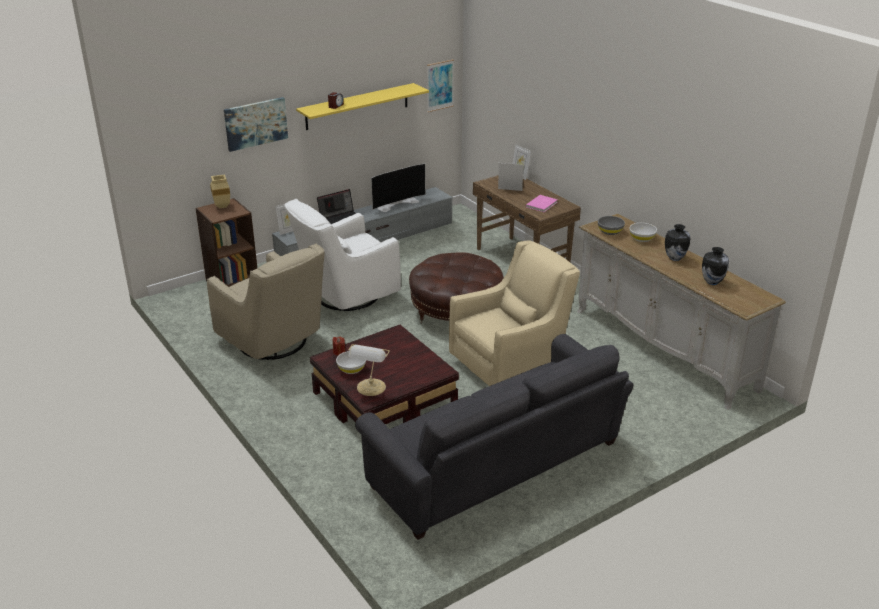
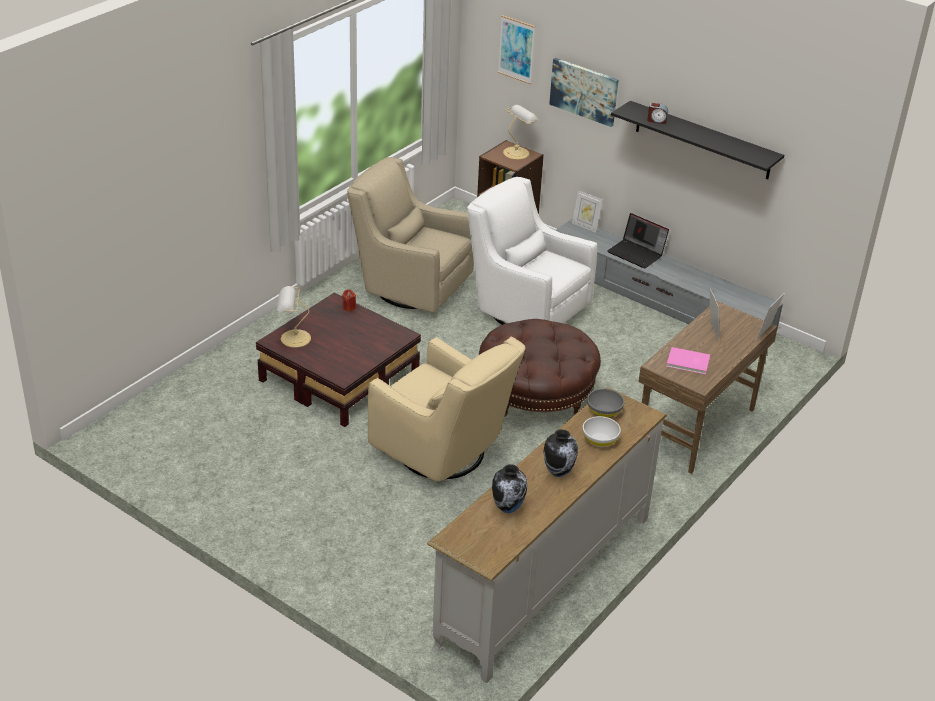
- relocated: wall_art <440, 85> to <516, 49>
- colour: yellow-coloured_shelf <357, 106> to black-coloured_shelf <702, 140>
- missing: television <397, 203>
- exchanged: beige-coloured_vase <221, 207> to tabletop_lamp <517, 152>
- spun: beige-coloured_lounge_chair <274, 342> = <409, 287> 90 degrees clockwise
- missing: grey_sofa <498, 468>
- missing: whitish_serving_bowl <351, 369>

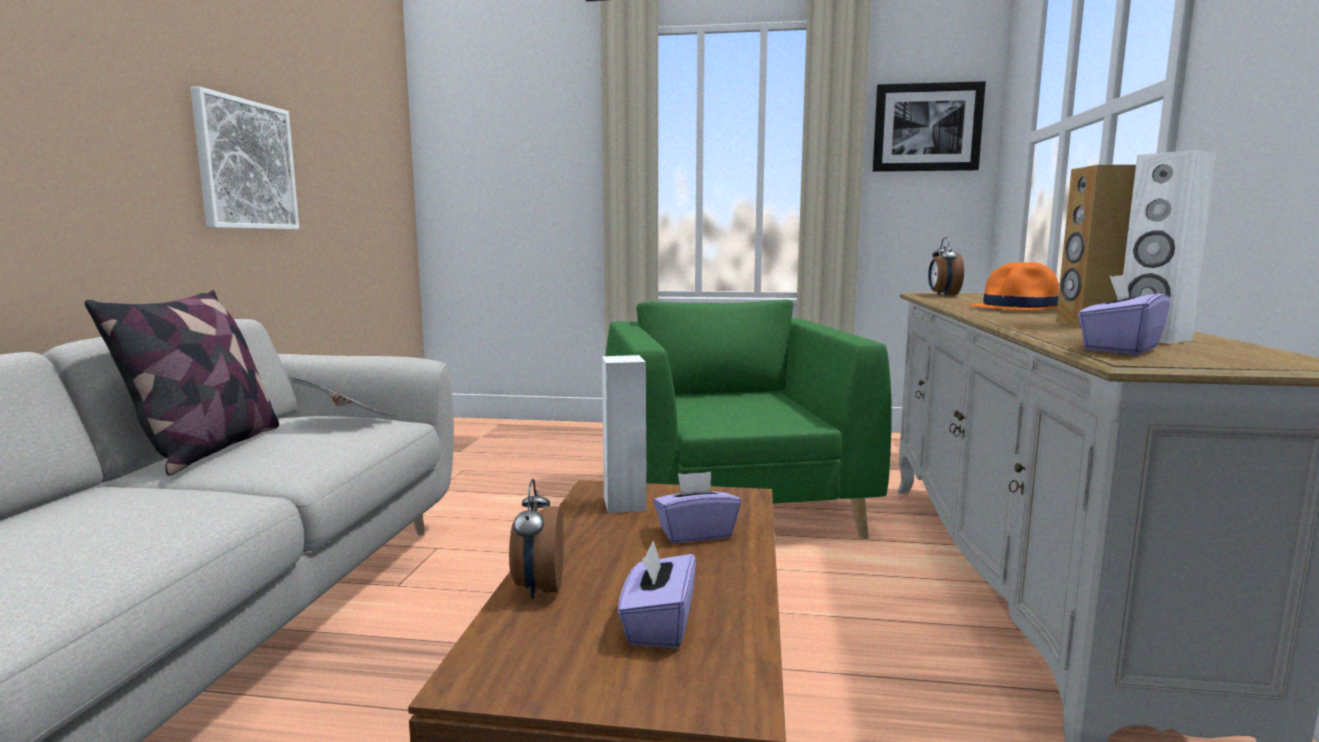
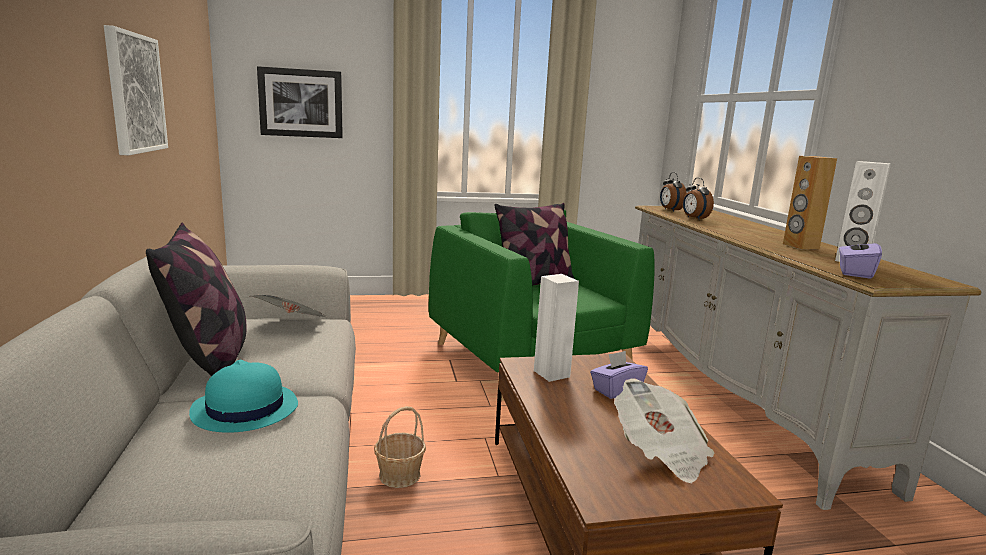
- relocated: wall_art <927, 127> to <301, 103>
- missing: orangey_wearable_hat <1020, 308>
- relocated: bedside_clock <538, 588> to <694, 218>
- exchanged: purple-coloured_box_of_tissues <658, 625> to daily_paper <660, 452>
- appeared: throw_pillow <534, 283>
- appeared: turquoise-coloured_wearable_hat <244, 409>
- appeared: storage_basket <399, 475>

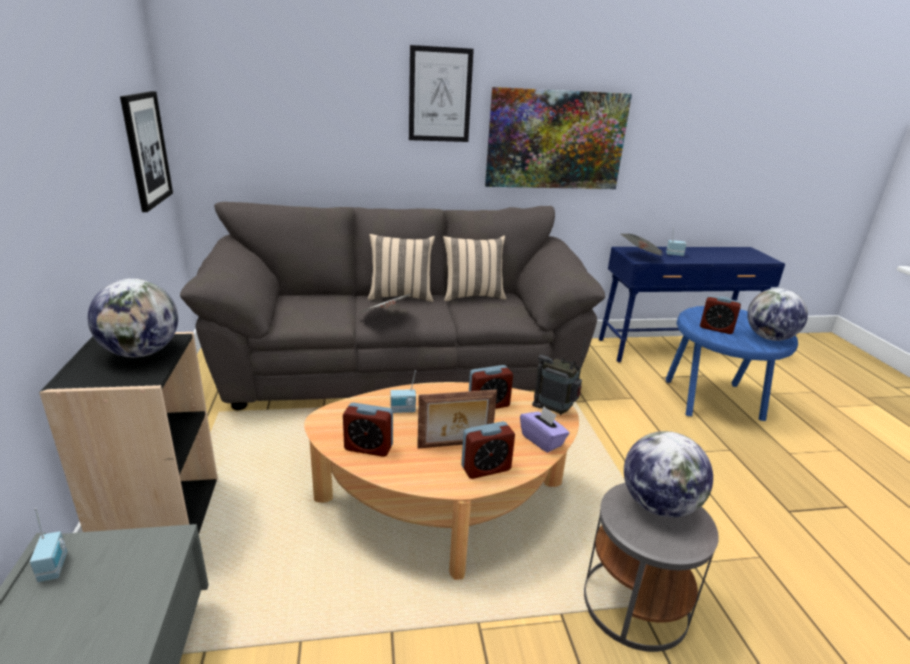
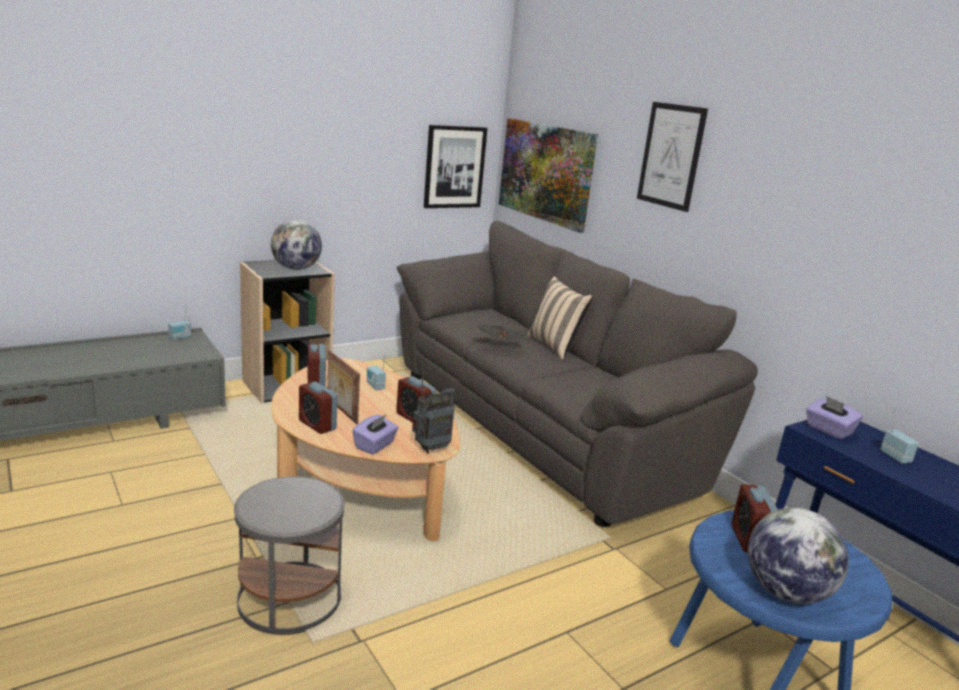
- relocated: wall_art <556, 140> to <545, 172>
- exchanged: daily_paper <641, 257> to purple-coloured_box_of_tissues <828, 430>
- missing: beige-coloured_throw_pillow <472, 296>
- spun: radio <554, 410> = <432, 449> 45 degrees clockwise
- missing: desk_globe <658, 505>

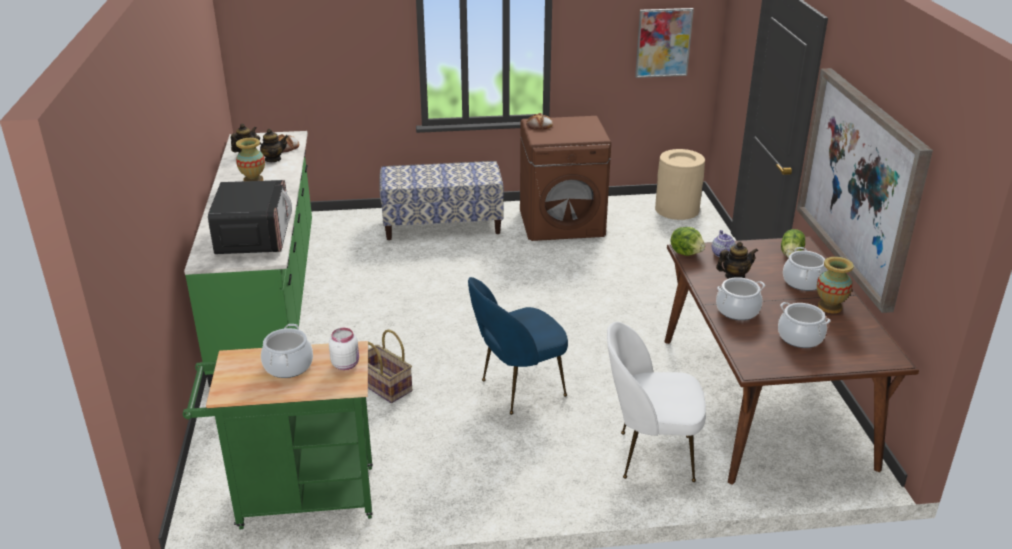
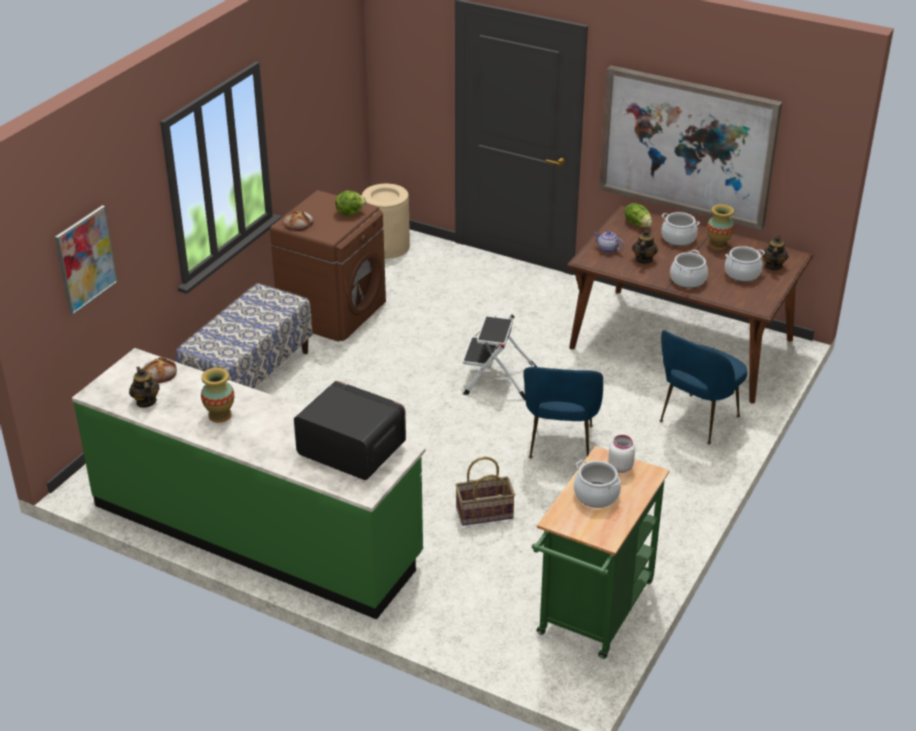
- relocated: wall_art <663, 42> to <85, 259>
- relocated: pot_for_tea <272, 159> to <773, 266>
- relocated: lettuce_head <686, 253> to <350, 212>
- colour: whitish_chair <648, 456> to bluish_chair <695, 422>
- appeared: step_ladder <499, 379>

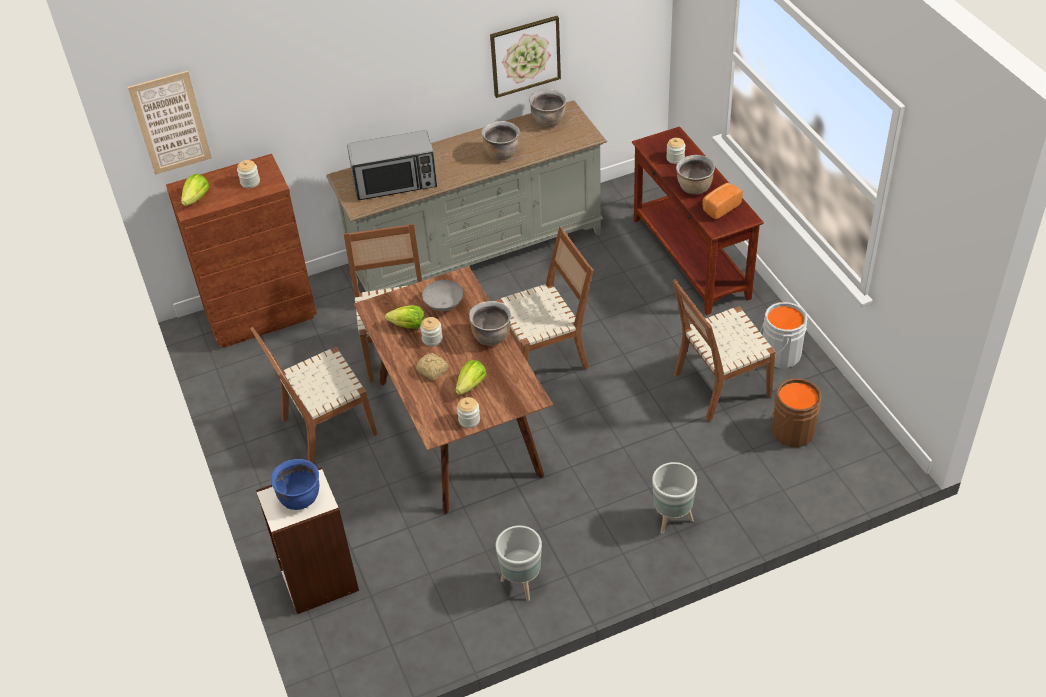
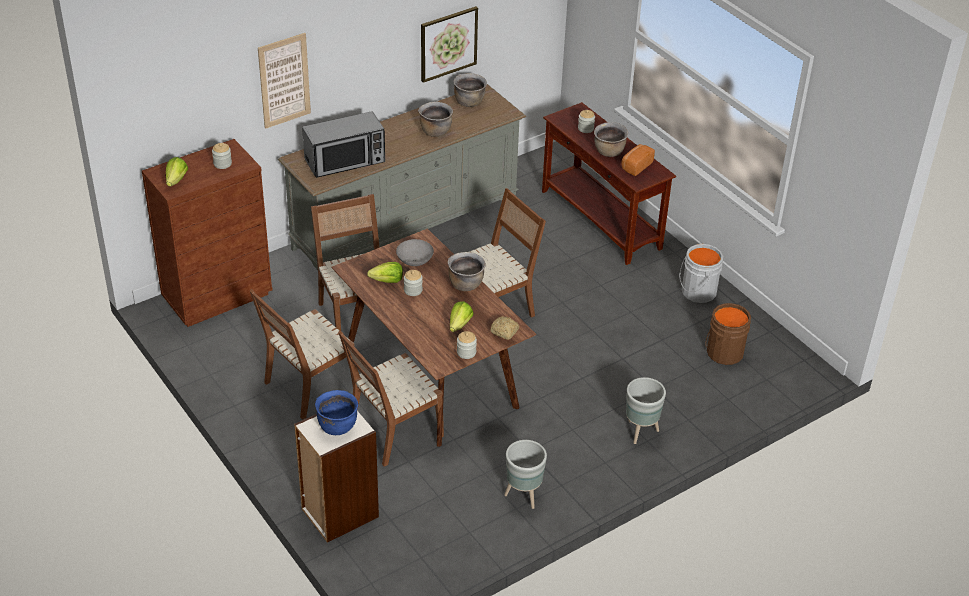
- relocated: wall_art <170, 123> to <284, 80>
- relocated: chair <718, 387> to <392, 433>
- relocated: bread <433, 370> to <505, 332>

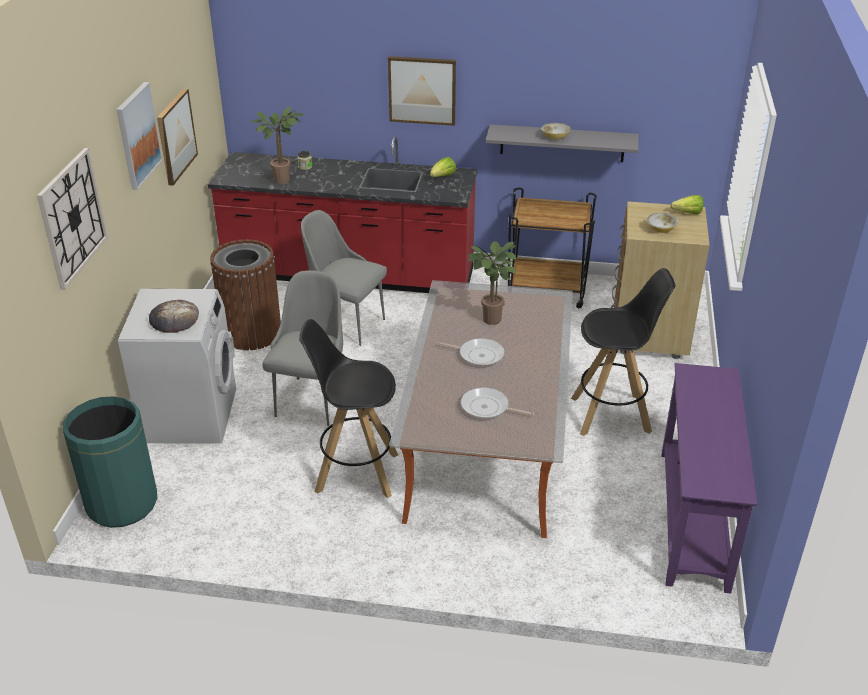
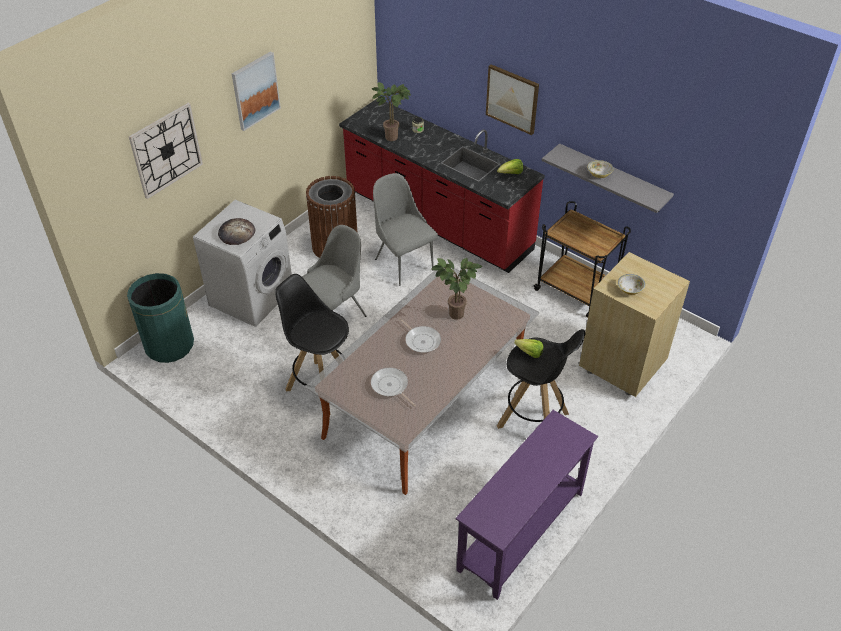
- missing: wall_art <175, 136>
- relocated: lettuce_head <685, 213> to <527, 352>

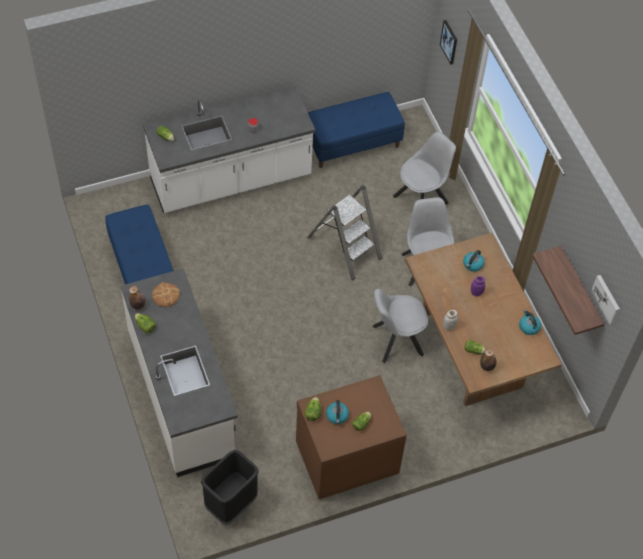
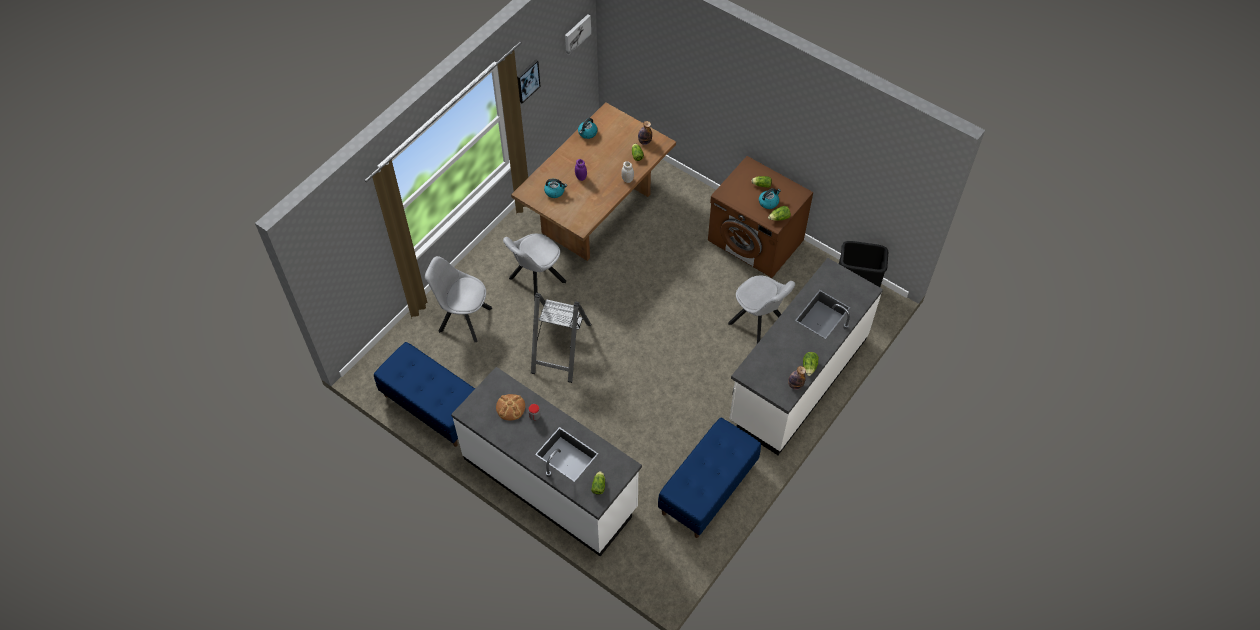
- relocated: wall_art <449, 42> to <527, 80>
- missing: shelf <580, 290>
- relocated: bread <166, 295> to <510, 407>
- relocated: grey_chair <396, 340> to <758, 323>

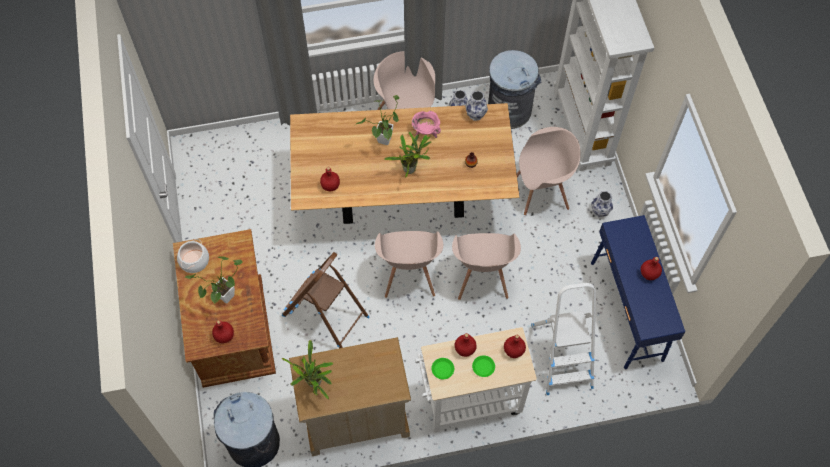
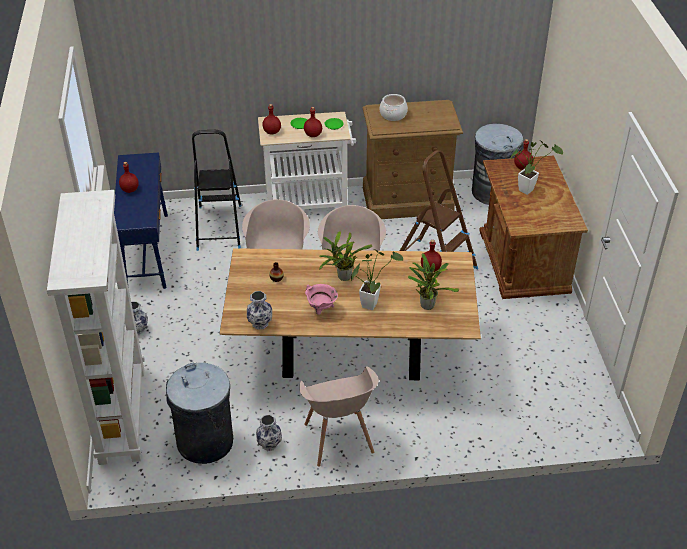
- missing: beige-coloured_chair <542, 192>
- relocated: cooking_pot <194, 261> to <393, 114>
- colour: whitish_step_ladder <562, 356> to black-coloured_step_ladder <219, 226>
- relocated: potted_plant <314, 383> to <427, 304>

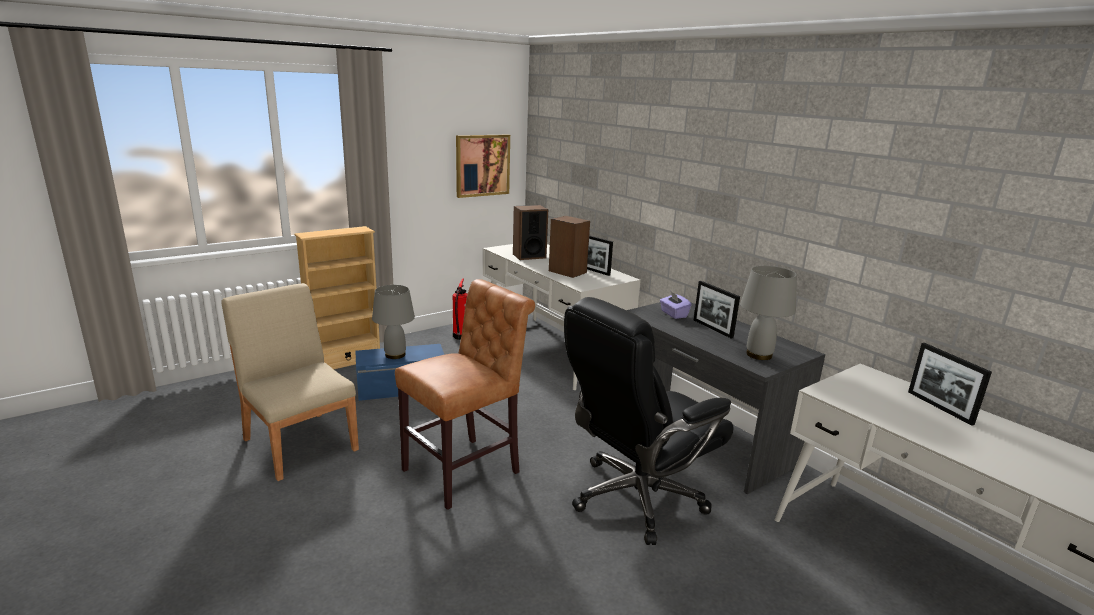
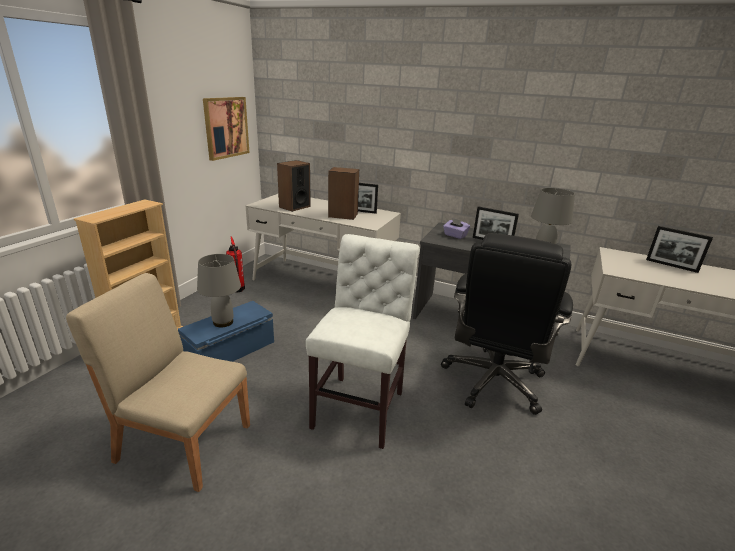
- colour: brownish_chair <466, 469> to whitish_chair <361, 406>

